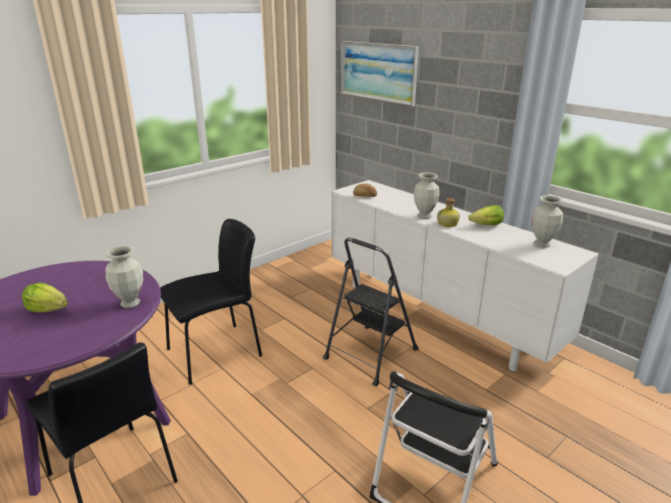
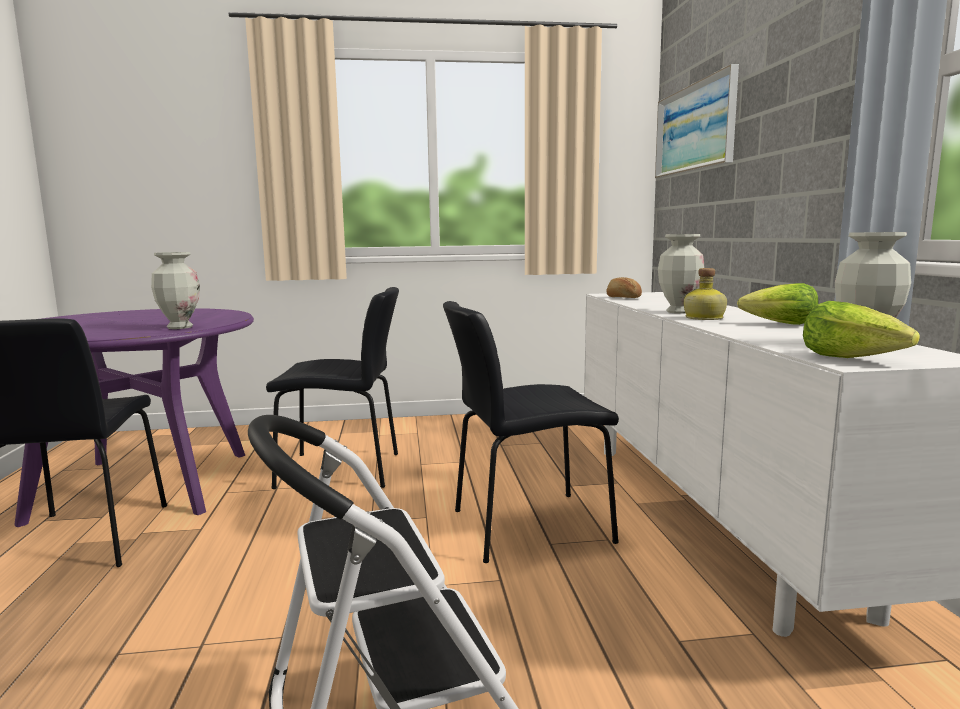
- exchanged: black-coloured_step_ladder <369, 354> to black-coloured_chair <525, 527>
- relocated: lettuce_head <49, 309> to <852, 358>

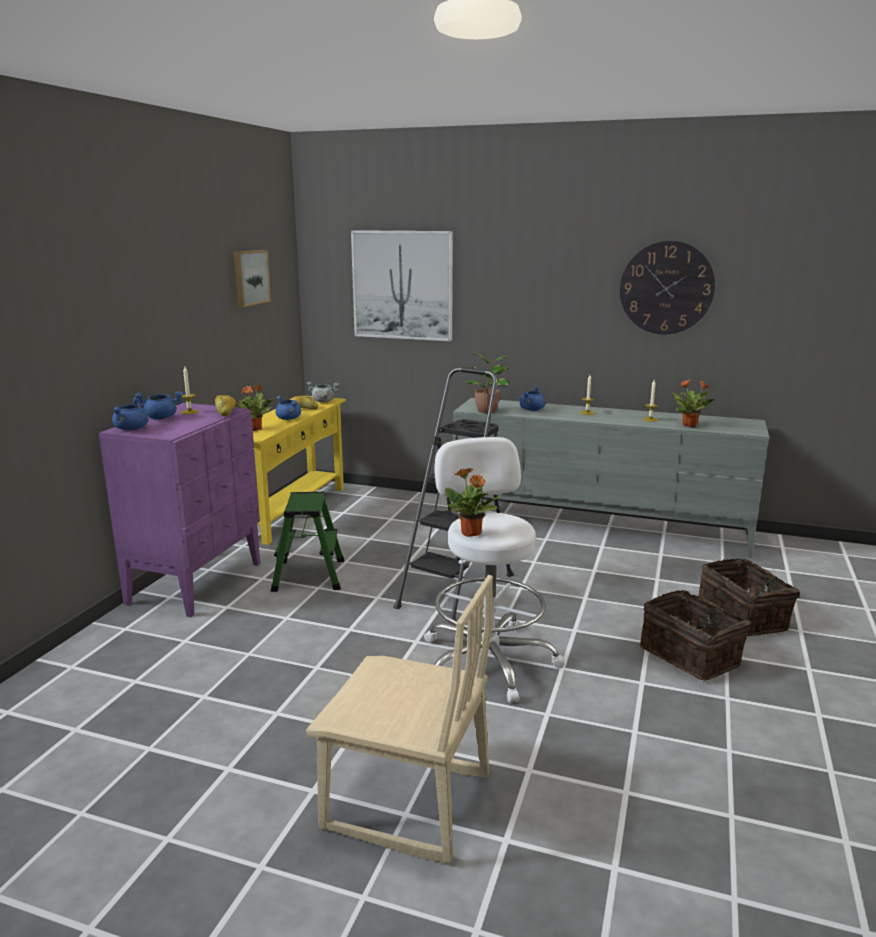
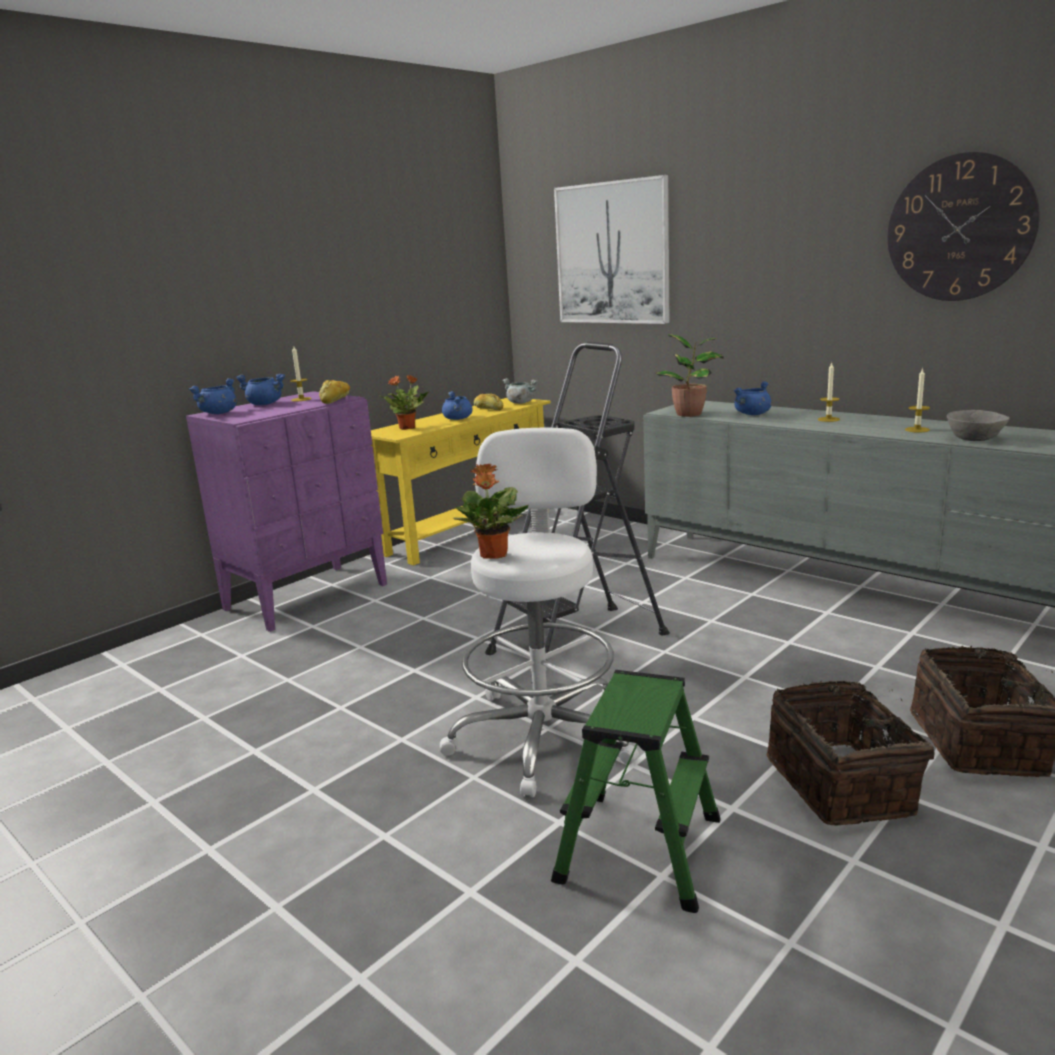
- missing: wall_art <250, 277>
- exchanged: potted_plant <690, 425> to grey_serving_bowl <974, 439>
- relocated: greenish_step_ladder <309, 575> to <639, 849>
- missing: beige-coloured_chair <406, 803>

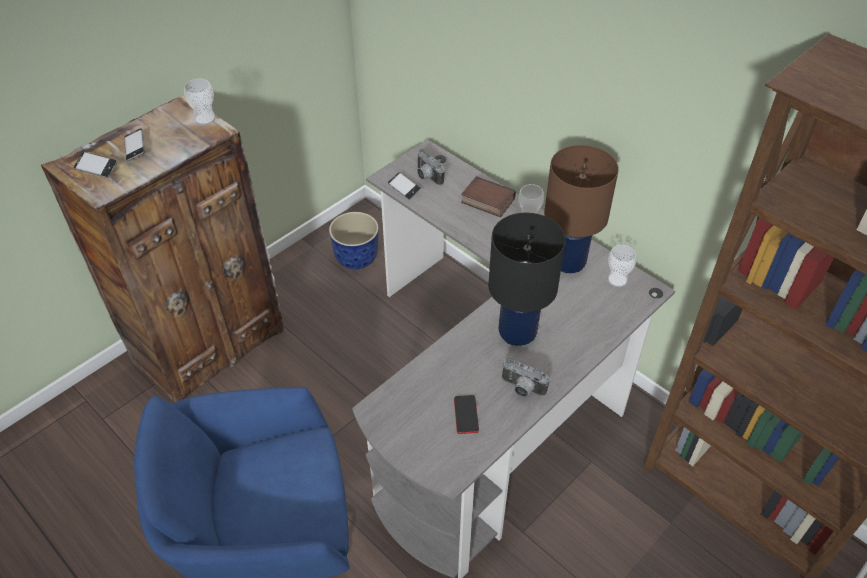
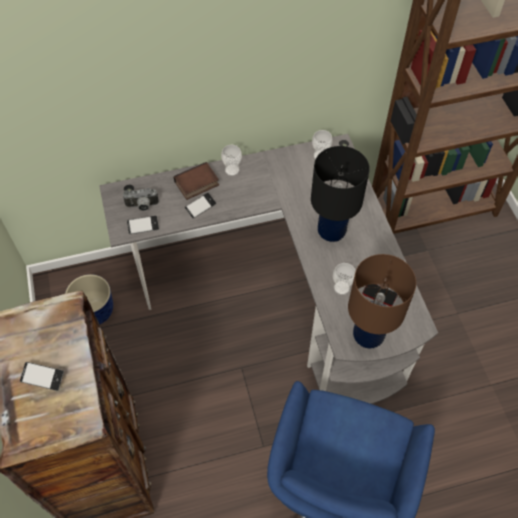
- relocated: drinking_cup <205, 119> to <341, 288>
- relocated: brownish_tabletop_lamp <567, 264> to <368, 337>
- relocated: handset <96, 167> to <200, 207>
- missing: still_camera <521, 389>

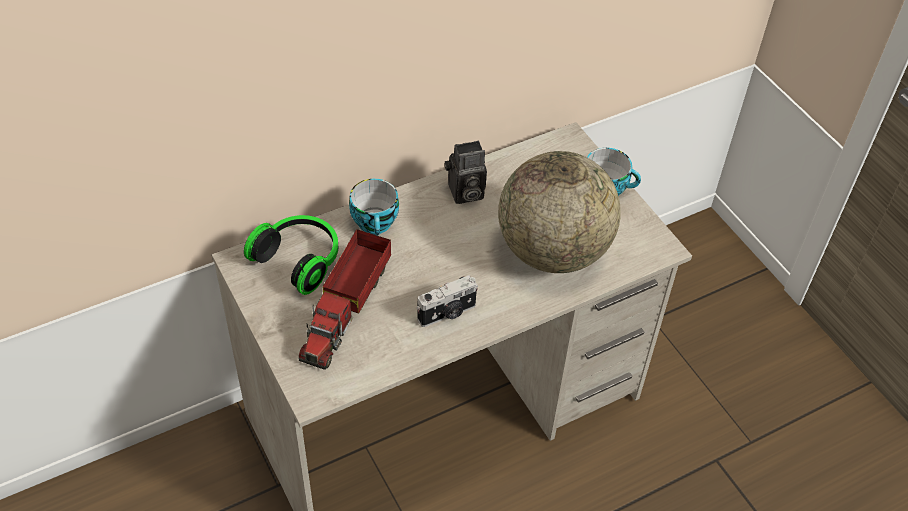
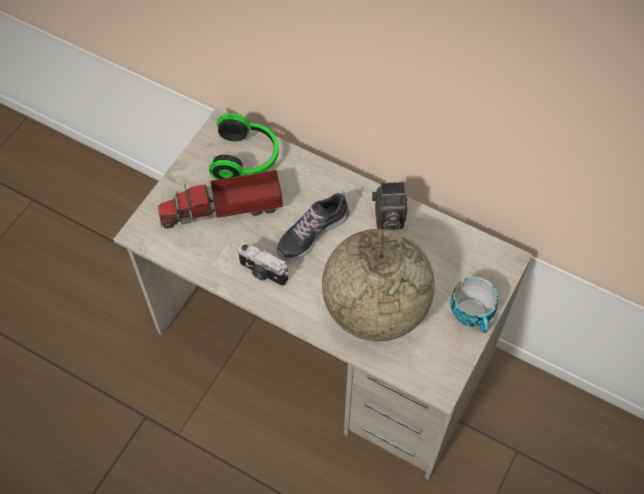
- spun: still_camera <464, 193> = <387, 220> 45 degrees counterclockwise
- missing: drinking_cup <376, 224>
- appeared: shoe <312, 233>

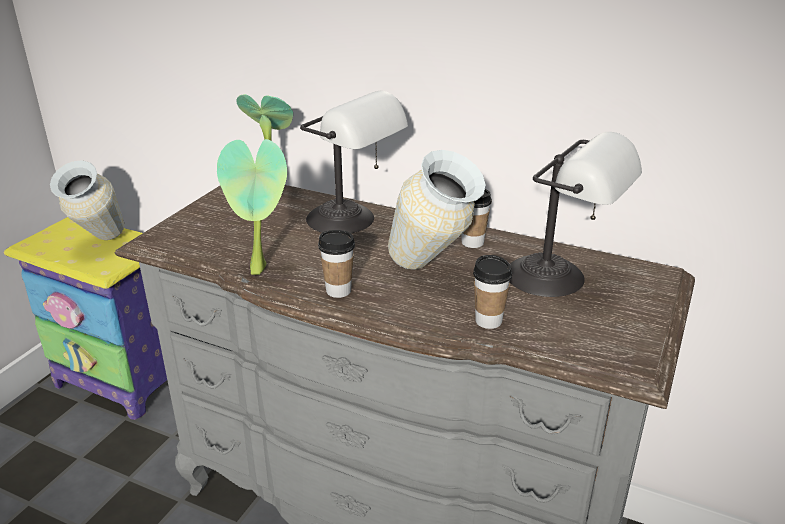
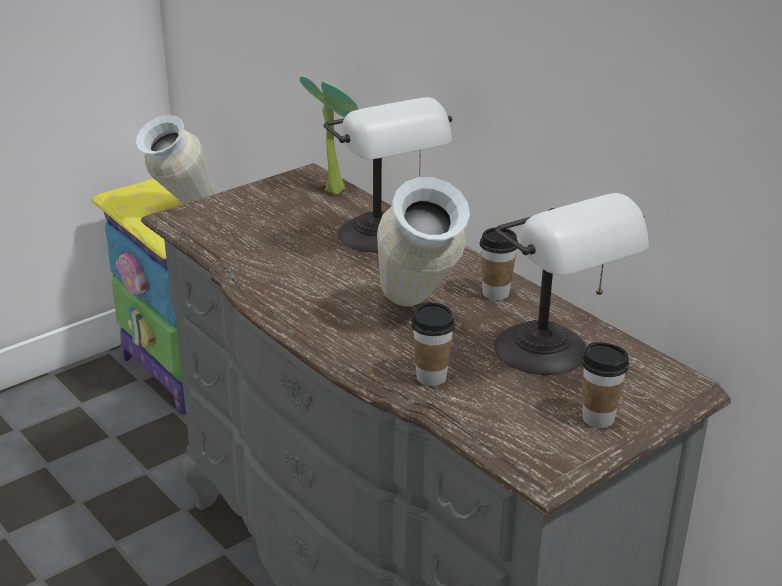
- missing: potted_plant <261, 270>
- relocated: drinking_cup <338, 291> to <598, 418>

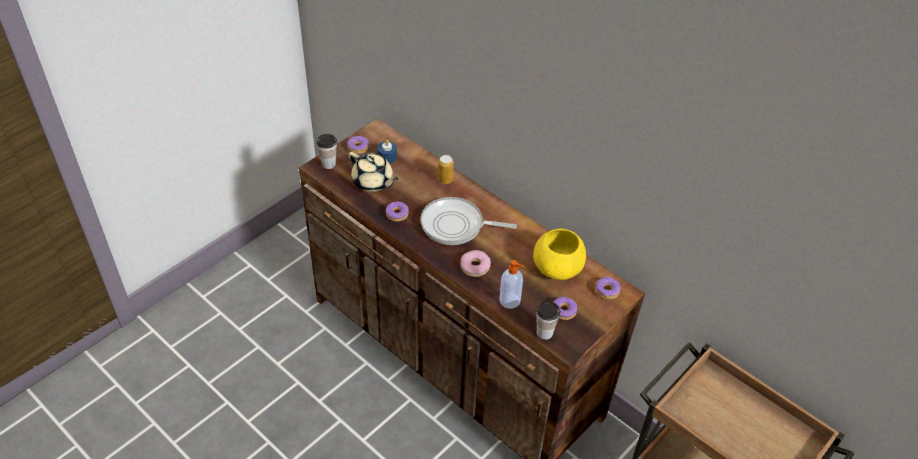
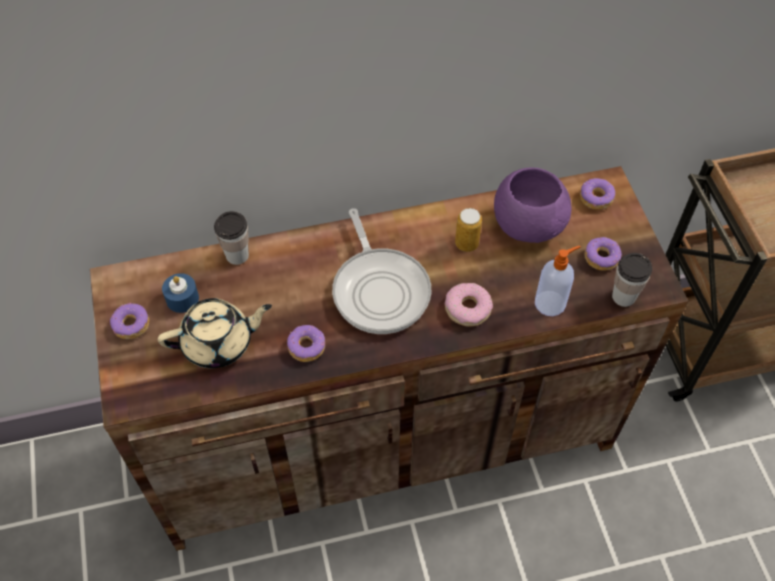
- relocated: drinking_cup <328, 164> to <237, 255>
- relocated: can <445, 180> to <466, 243>
- spun: frying_pan <456, 225> = <380, 289> 60 degrees counterclockwise
- colour: yellow-coloured_serving_bowl <558, 267> to purple-coloured_serving_bowl <527, 223>

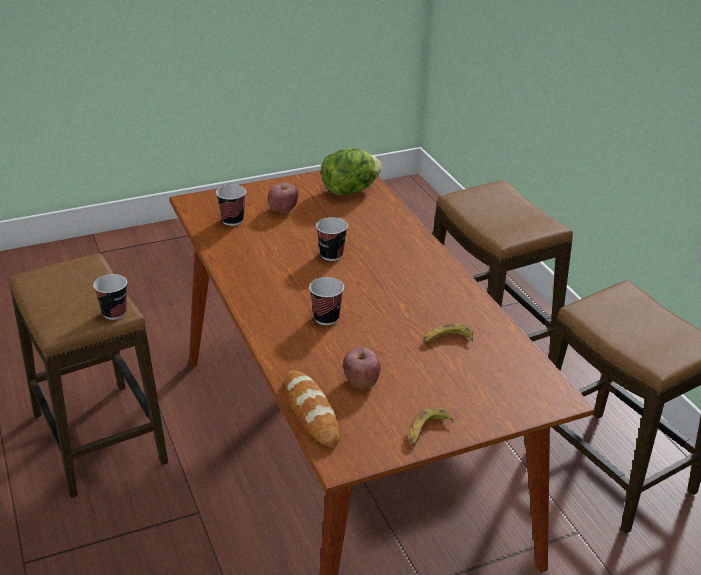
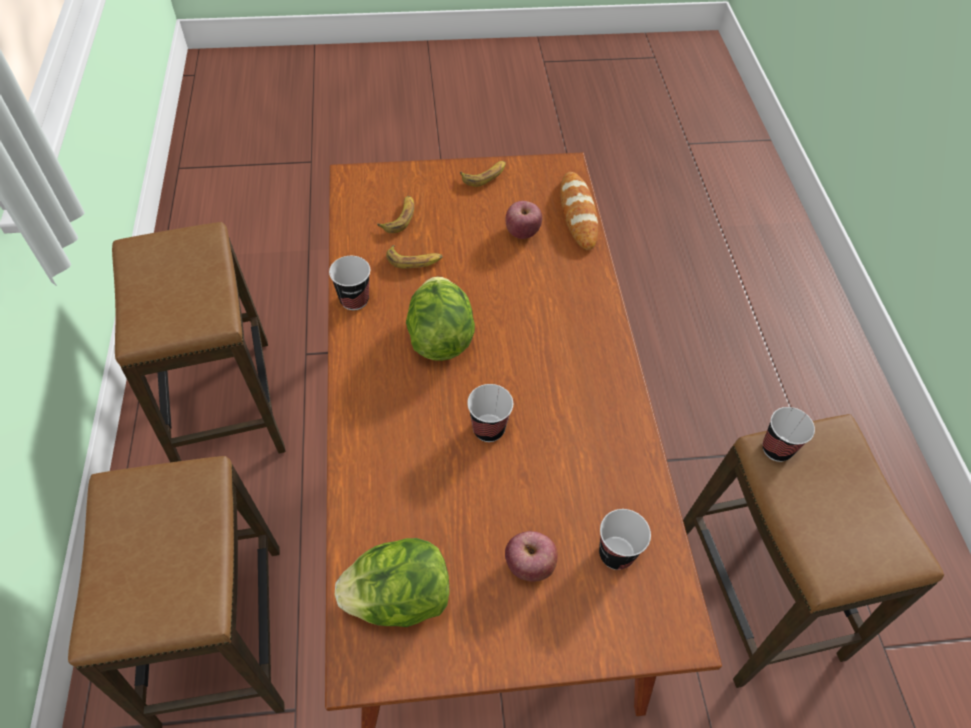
- relocated: drinking_cup <326, 318> to <354, 300>
- appeared: banana <399, 217>
- appeared: lettuce_head <440, 337>

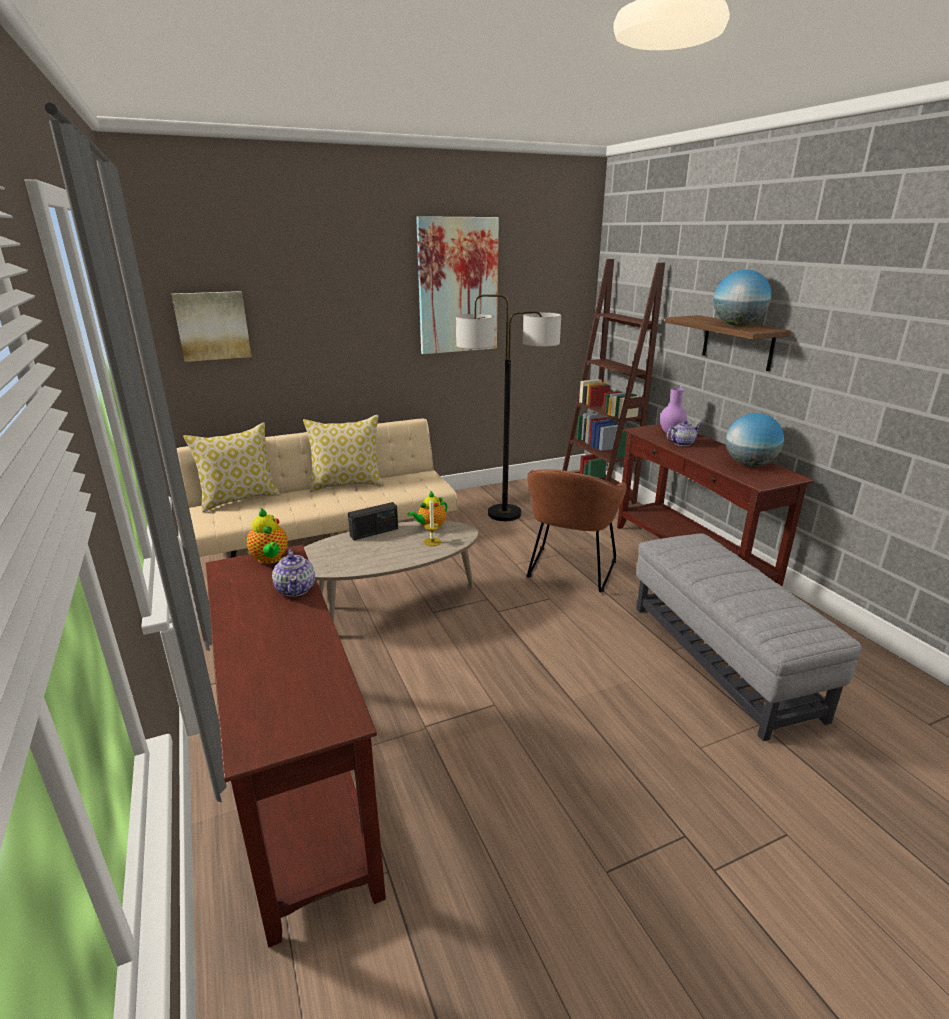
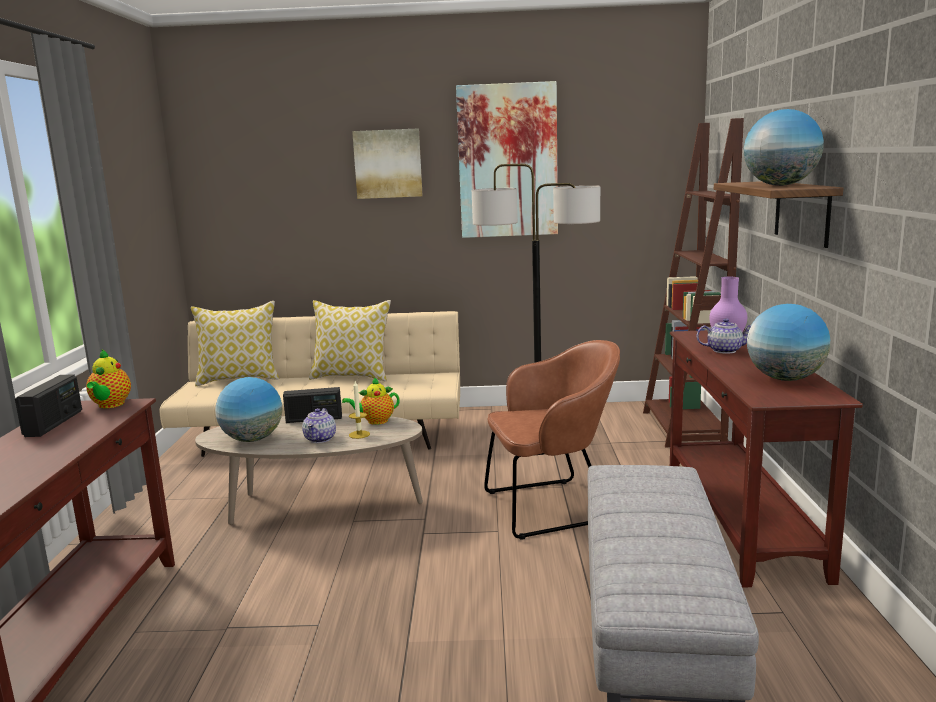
- relocated: wall_art <212, 326> to <388, 164>
- spun: brownish_lounge_chair <568, 571> = <552, 507> 150 degrees counterclockwise
- relocated: pot_for_tea <296, 589> to <320, 439>
- appeared: radio <54, 423>
- appeared: desk_globe <252, 439>

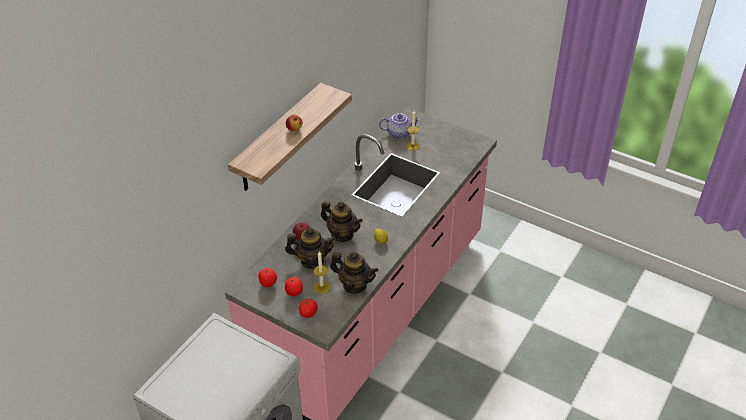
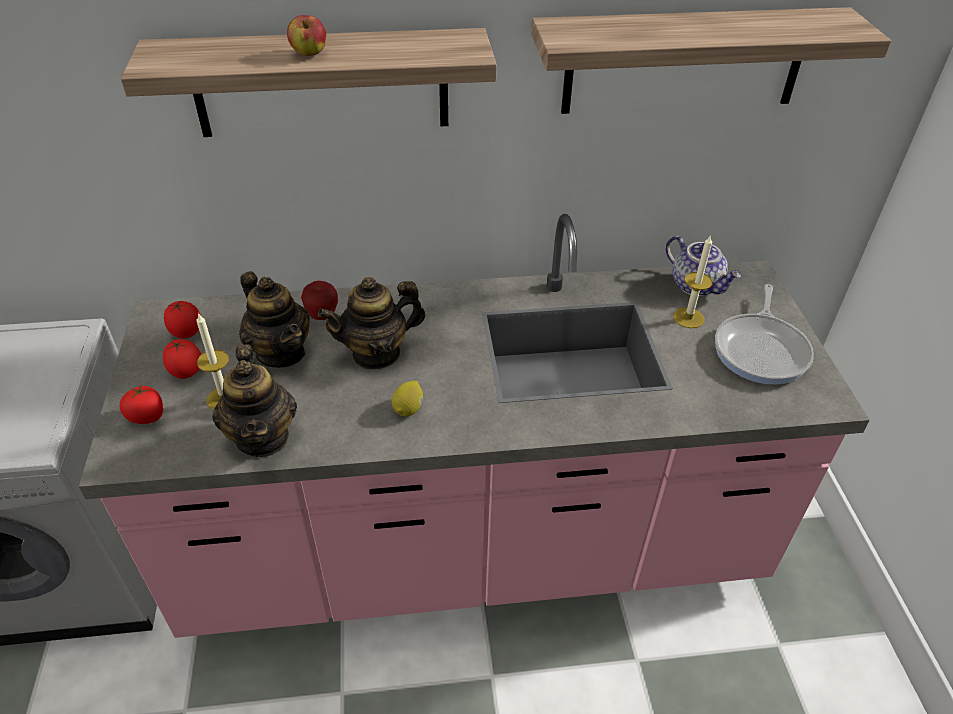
- spun: pot_for_tea <342, 234> = <376, 353> 75 degrees clockwise
- appeared: shelf <684, 61>
- appeared: frying_pan <761, 350>

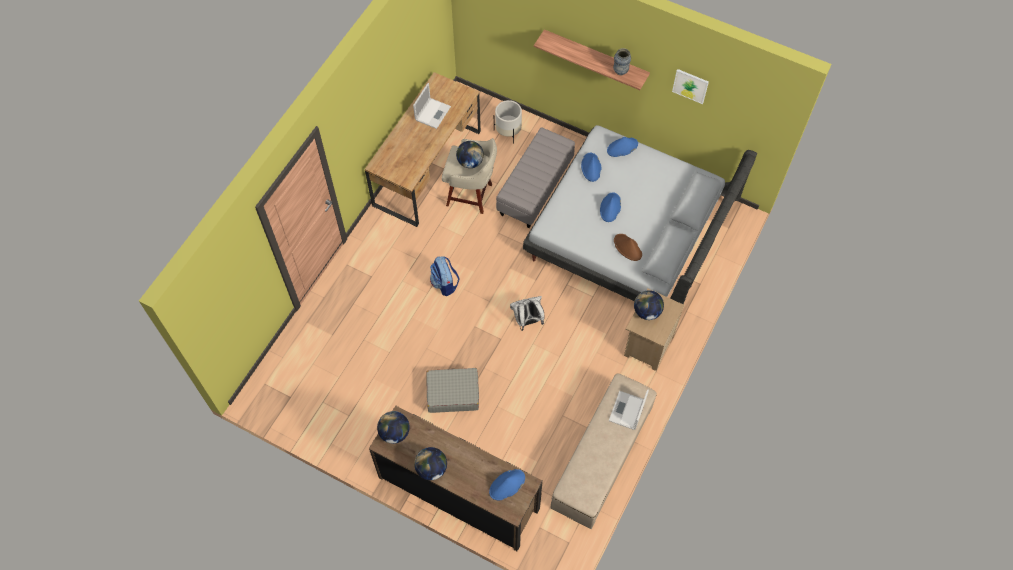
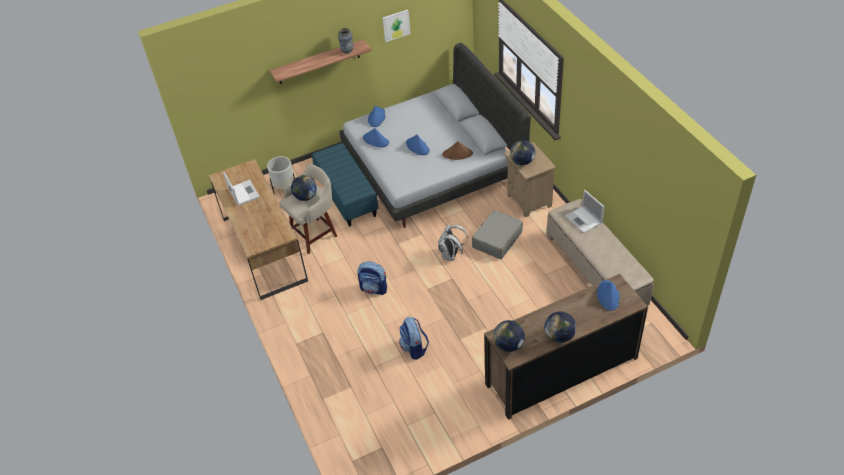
- colour: grey_footrest <535, 189> to bluish_footrest <347, 197>
- relocated: grey_suitcase <452, 393> to <497, 240>
- appeared: backpack <414, 348>

